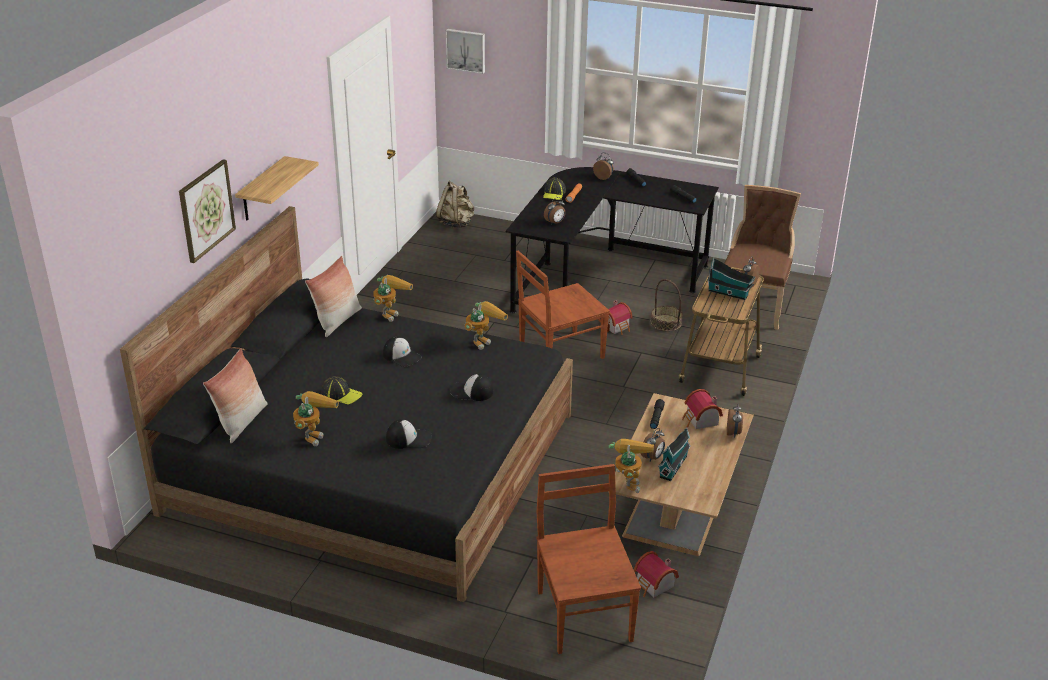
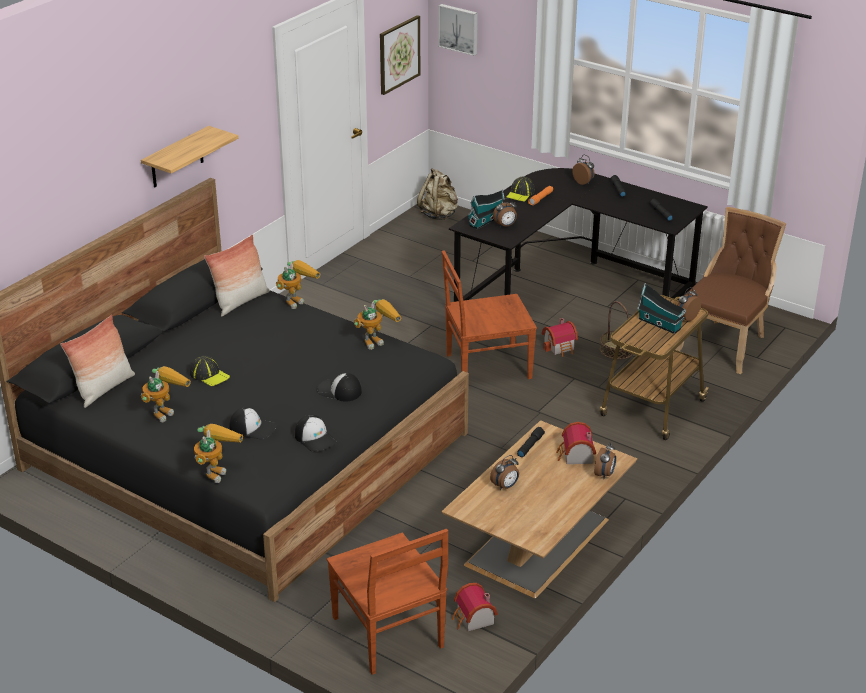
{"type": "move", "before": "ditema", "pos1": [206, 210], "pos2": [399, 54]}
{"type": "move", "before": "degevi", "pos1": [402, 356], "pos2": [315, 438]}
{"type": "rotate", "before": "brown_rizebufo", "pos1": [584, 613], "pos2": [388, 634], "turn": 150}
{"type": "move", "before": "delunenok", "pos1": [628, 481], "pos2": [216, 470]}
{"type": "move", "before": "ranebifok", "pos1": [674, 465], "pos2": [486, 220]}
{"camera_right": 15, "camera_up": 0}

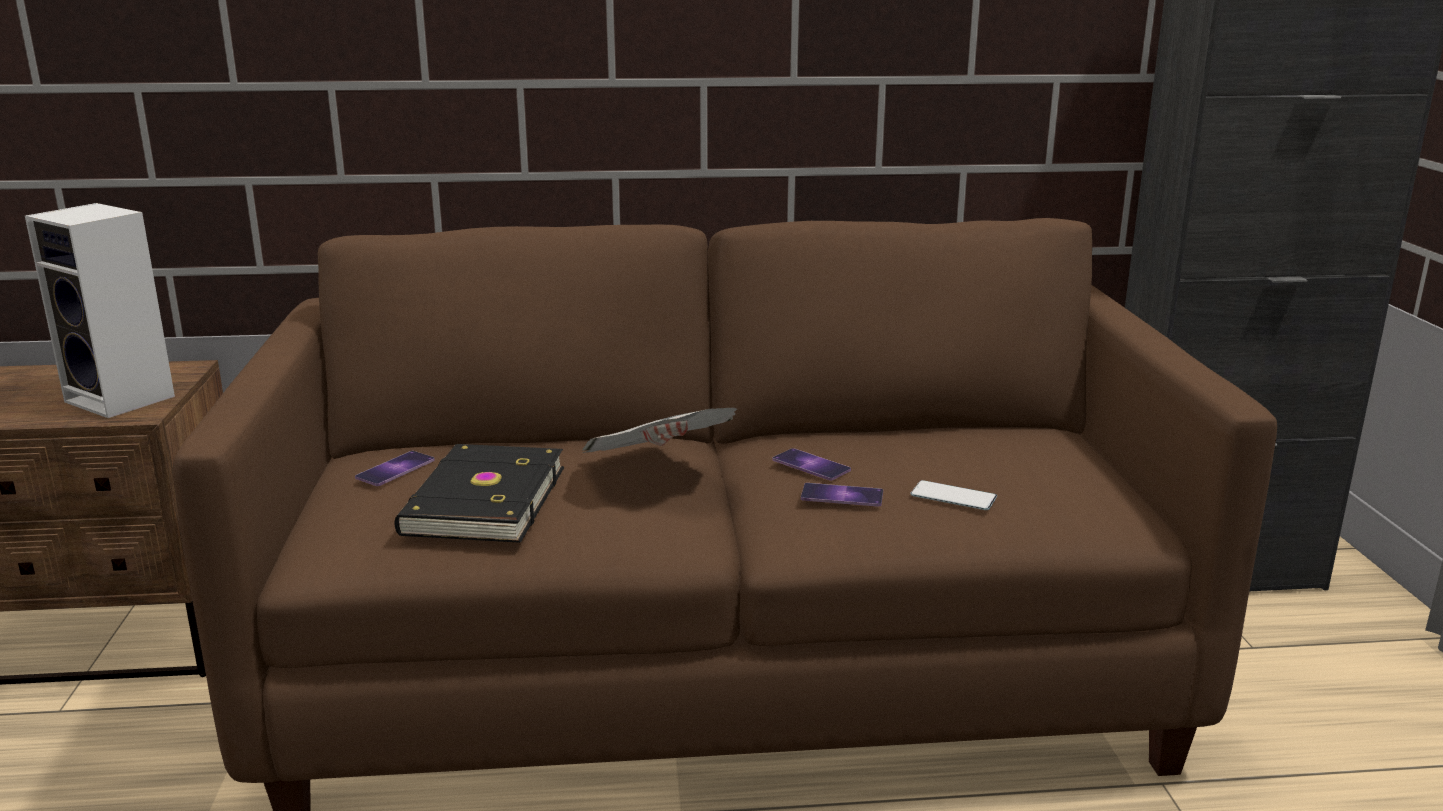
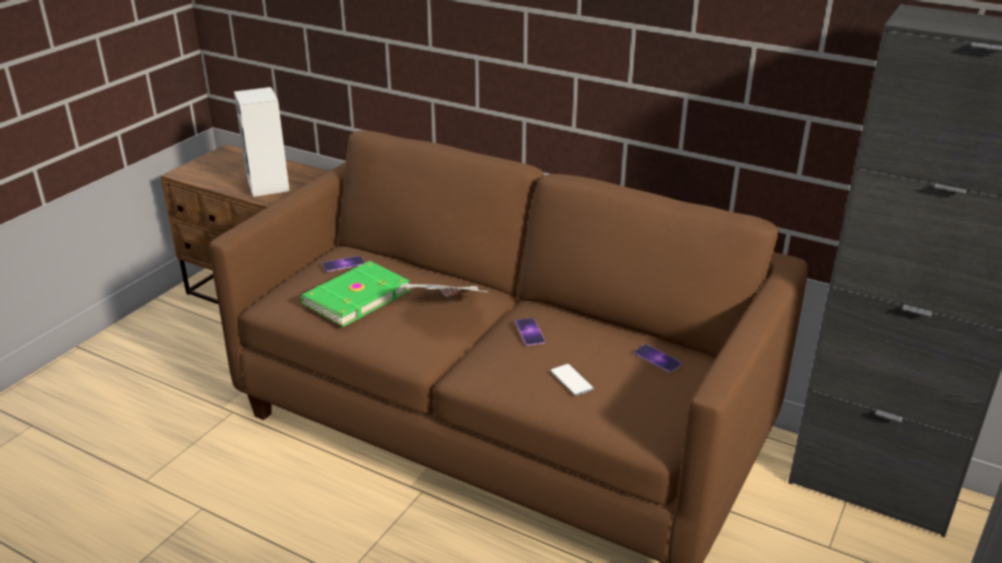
{"type": "recolor", "before": "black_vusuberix", "after": "green_vusuberix", "pos1": [481, 501], "pos2": [355, 297]}
{"type": "move", "before": "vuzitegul", "pos1": [842, 495], "pos2": [657, 358]}
{"camera_right": 35, "camera_up": 10}

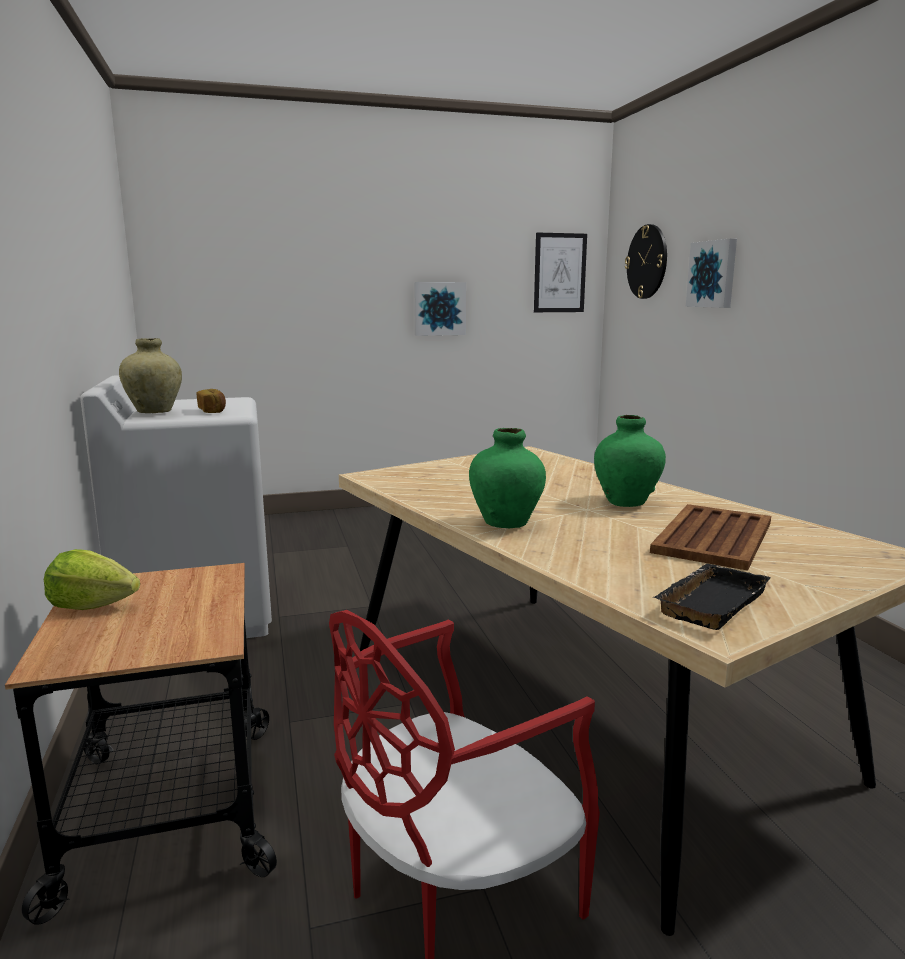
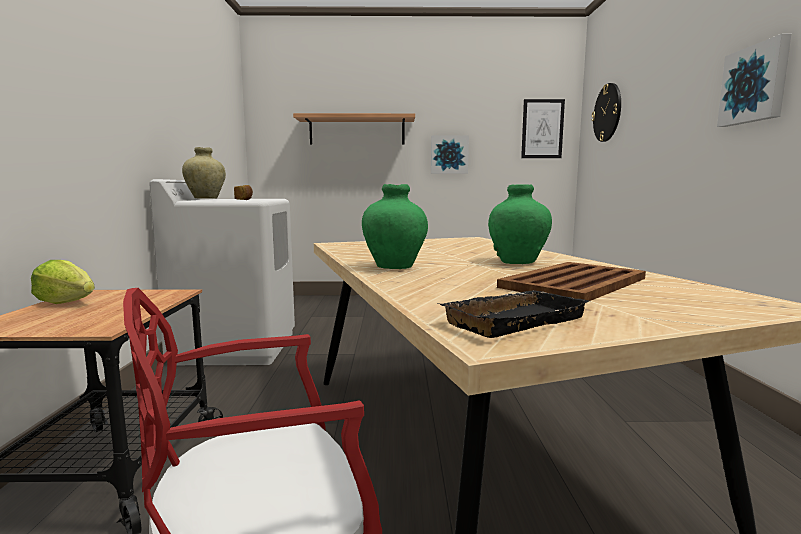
{"type": "move", "before": "ditema", "pos1": [713, 274], "pos2": [755, 84]}
{"type": "insert", "after": "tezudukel", "pos2": [357, 131]}
{"camera_right": 15, "camera_up": -5}

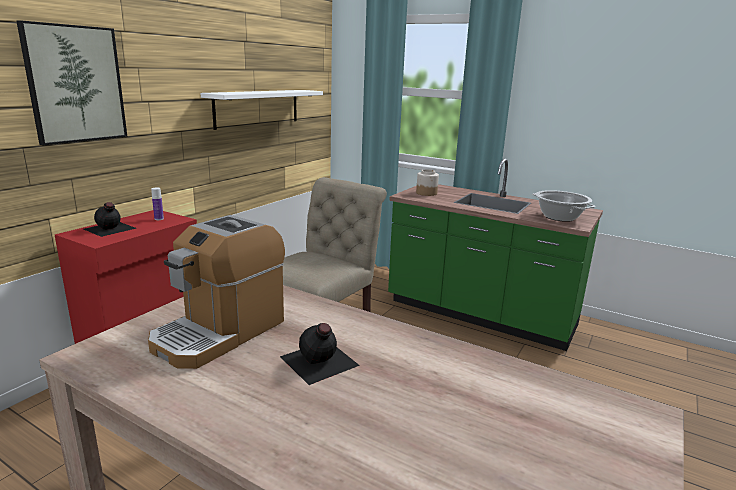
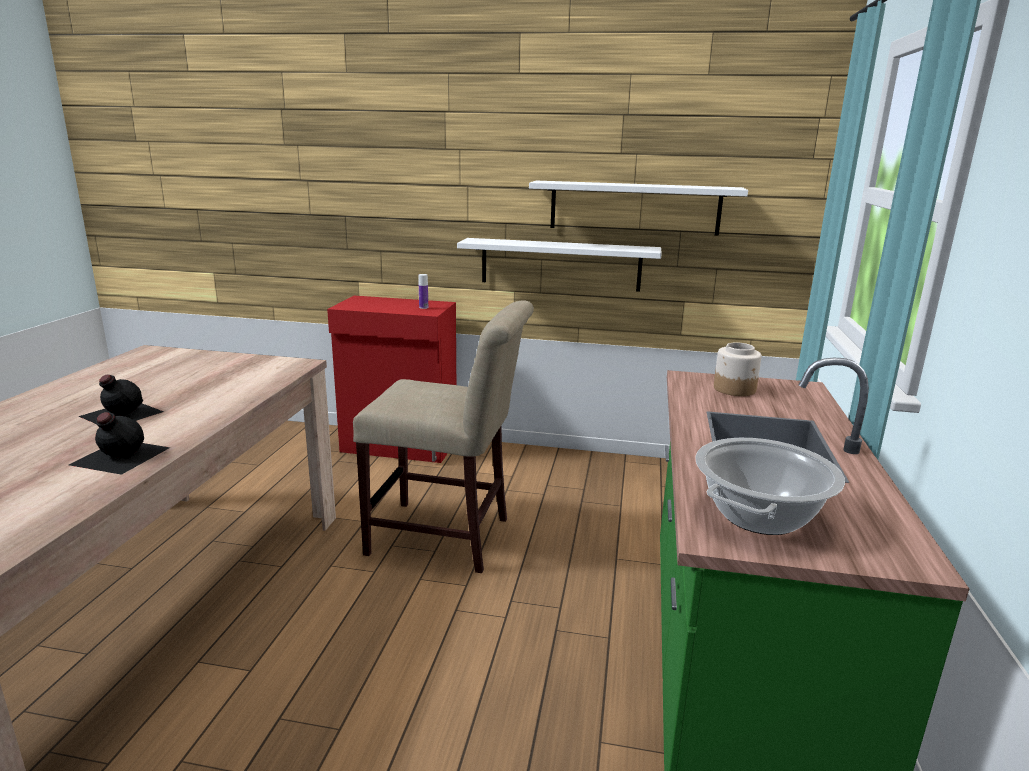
{"type": "delete", "before": "ditema", "pos1": [75, 84]}
{"type": "move", "before": "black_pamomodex", "pos1": [109, 228], "pos2": [118, 456]}
{"type": "delete", "before": "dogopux", "pos1": [220, 332]}
{"type": "insert", "after": "white_tezudukel", "pos2": [560, 264]}
{"camera_right": 70, "camera_up": 0}

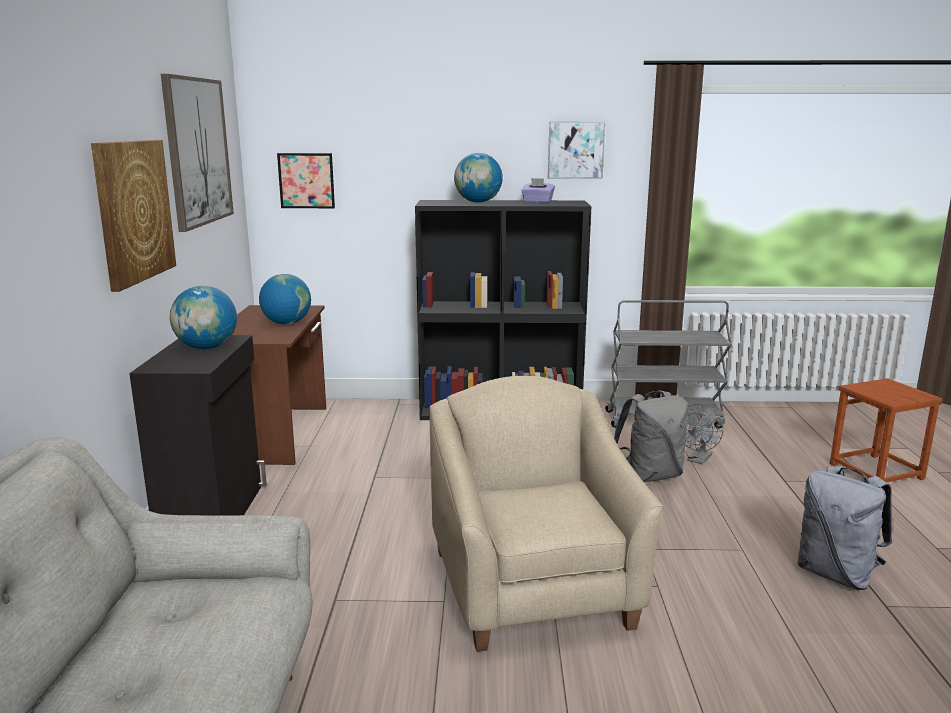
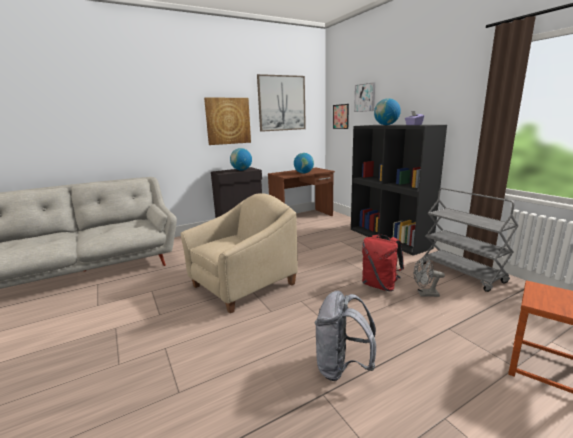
{"type": "move", "before": "ditema", "pos1": [575, 150], "pos2": [365, 97]}
{"type": "recolor", "before": "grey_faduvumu", "after": "red_faduvumu", "pos1": [650, 476], "pos2": [380, 285]}
{"camera_right": 60, "camera_up": 0}

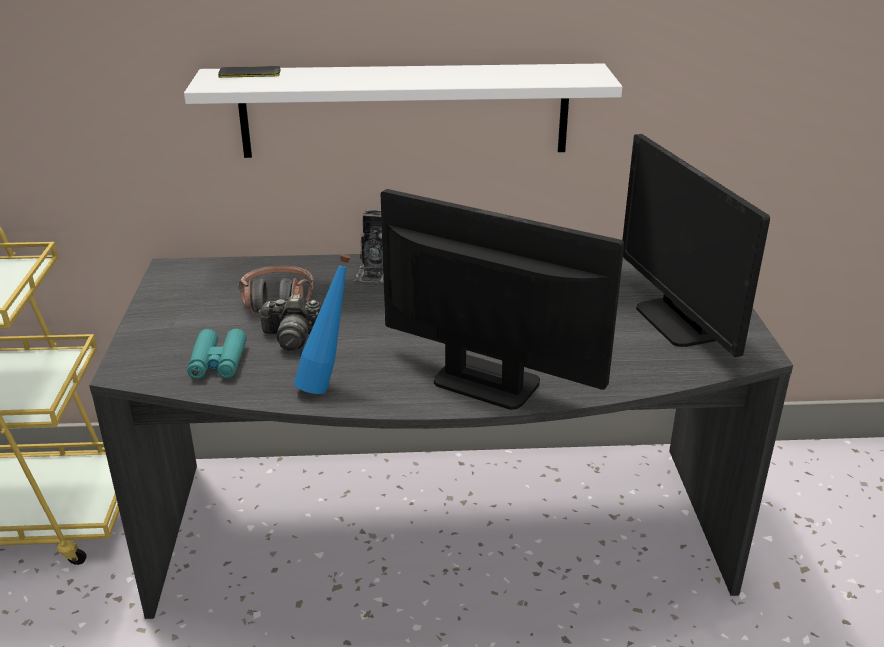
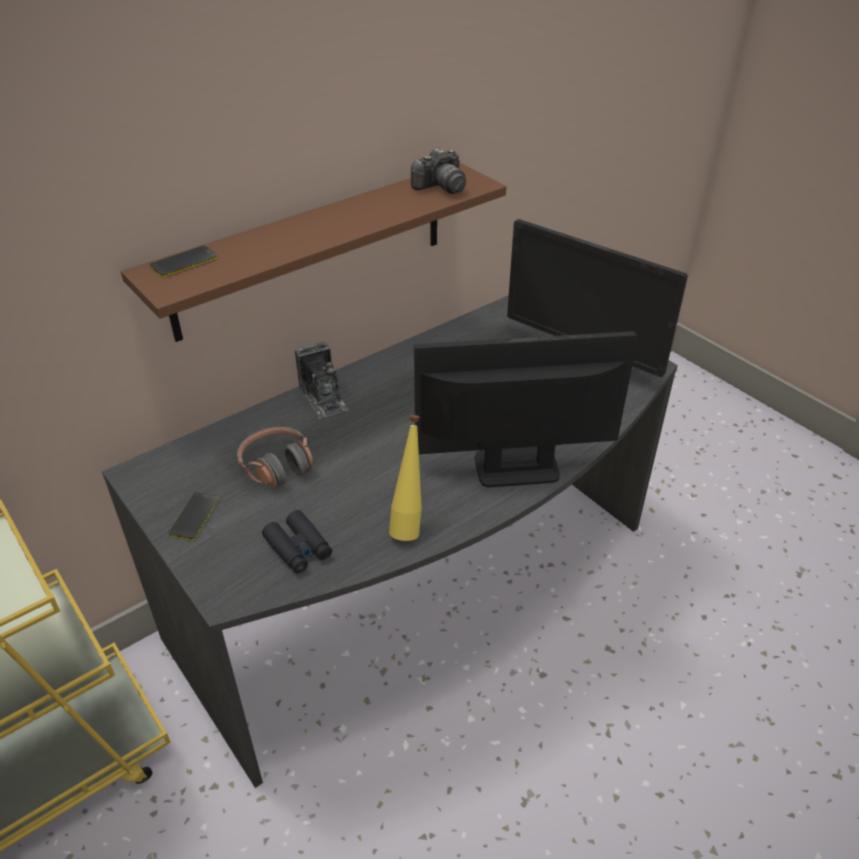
{"type": "recolor", "before": "white_tezudukel", "after": "brown_tezudukel", "pos1": [405, 111], "pos2": [312, 250]}
{"type": "recolor", "before": "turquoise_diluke", "after": "black_diluke", "pos1": [218, 362], "pos2": [298, 548]}
{"type": "move", "before": "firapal", "pos1": [292, 337], "pos2": [441, 187]}
{"type": "recolor", "before": "blue_pamomodex", "after": "yellow_pamomodex", "pos1": [327, 384], "pos2": [409, 524]}
{"type": "insert", "after": "vuzitegul", "pos2": [194, 516]}
{"camera_right": -35, "camera_up": 10}

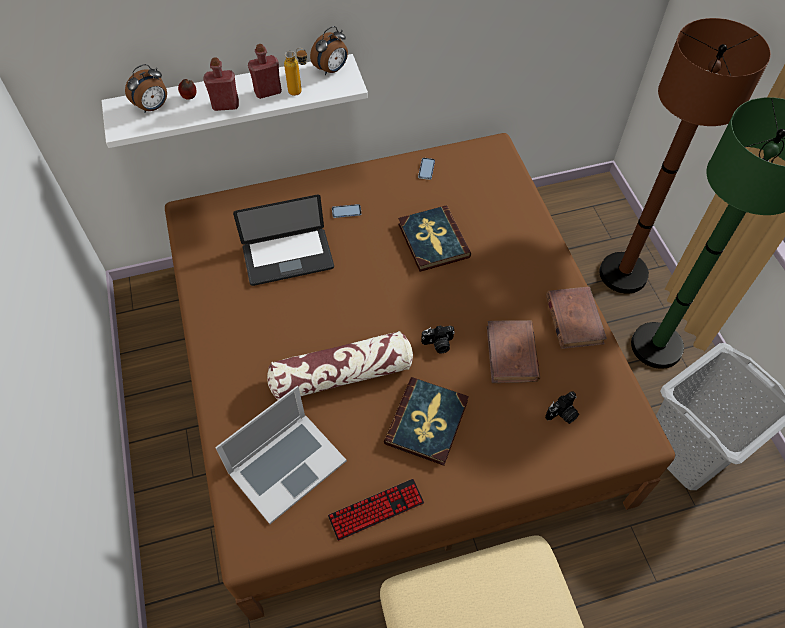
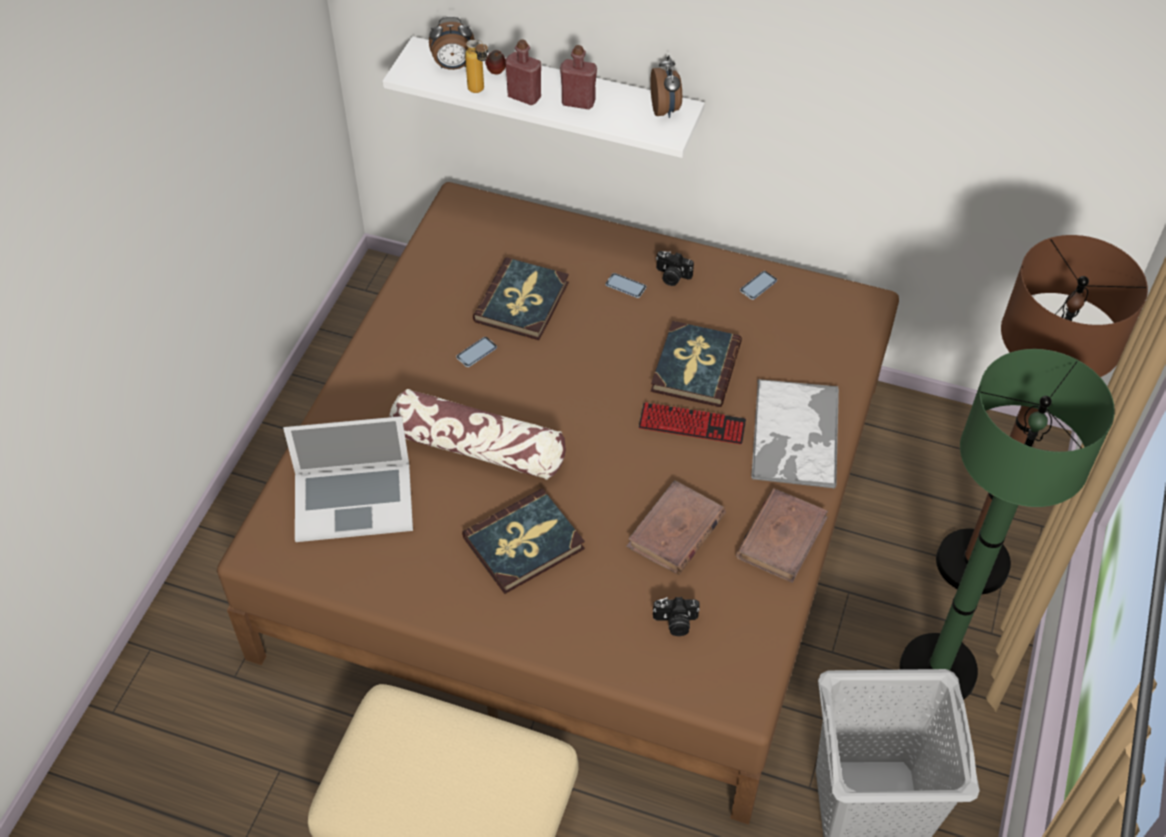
{"type": "replace", "before": "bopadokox", "after": "vusuberix", "pos1": [288, 257], "pos2": [522, 302]}
{"type": "move", "before": "pamomodex", "pos1": [300, 93], "pos2": [479, 92]}
{"type": "rotate", "before": "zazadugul", "pos1": [332, 70], "pos2": [665, 109], "turn": -90}
{"type": "move", "before": "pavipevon", "pos1": [376, 509], "pos2": [692, 425]}
{"type": "move", "before": "firapal", "pos1": [438, 344], "pos2": [672, 276]}
{"type": "insert", "after": "vuzitegul", "pos2": [476, 353]}
{"type": "insert", "after": "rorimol", "pos2": [795, 435]}
{"camera_right": 35, "camera_up": -5}

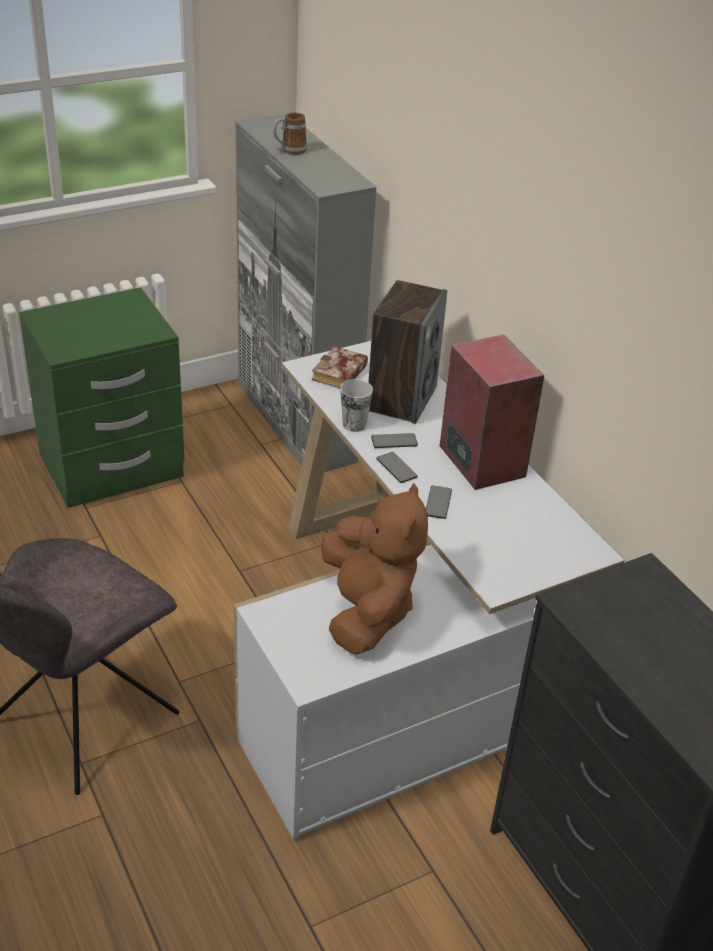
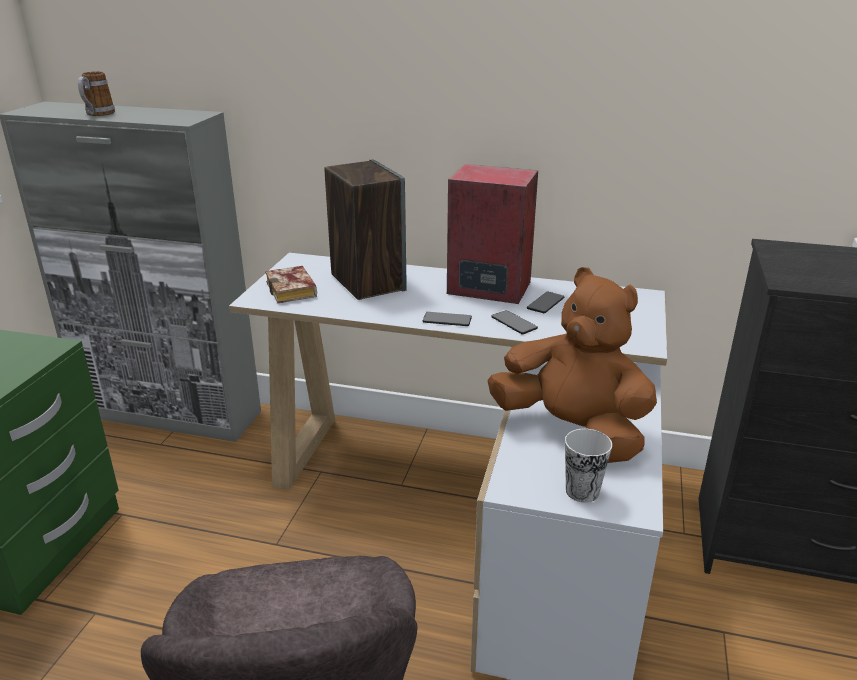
{"type": "move", "before": "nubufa", "pos1": [354, 424], "pos2": [582, 491]}
{"type": "move", "before": "vuzitegul", "pos1": [394, 441], "pos2": [545, 303]}
{"camera_right": -45, "camera_up": -10}

